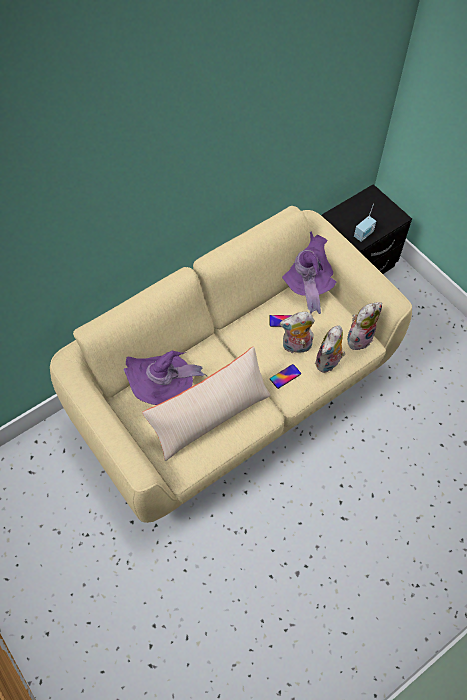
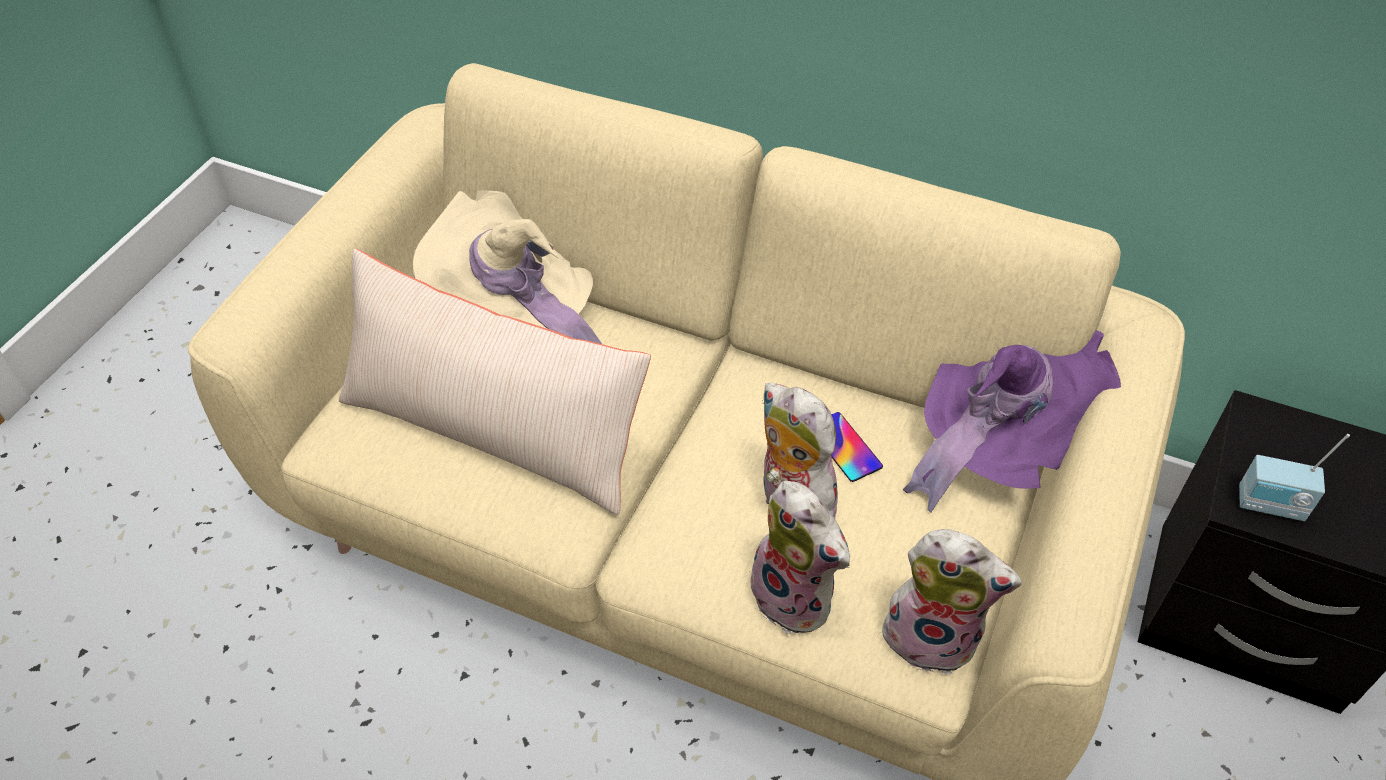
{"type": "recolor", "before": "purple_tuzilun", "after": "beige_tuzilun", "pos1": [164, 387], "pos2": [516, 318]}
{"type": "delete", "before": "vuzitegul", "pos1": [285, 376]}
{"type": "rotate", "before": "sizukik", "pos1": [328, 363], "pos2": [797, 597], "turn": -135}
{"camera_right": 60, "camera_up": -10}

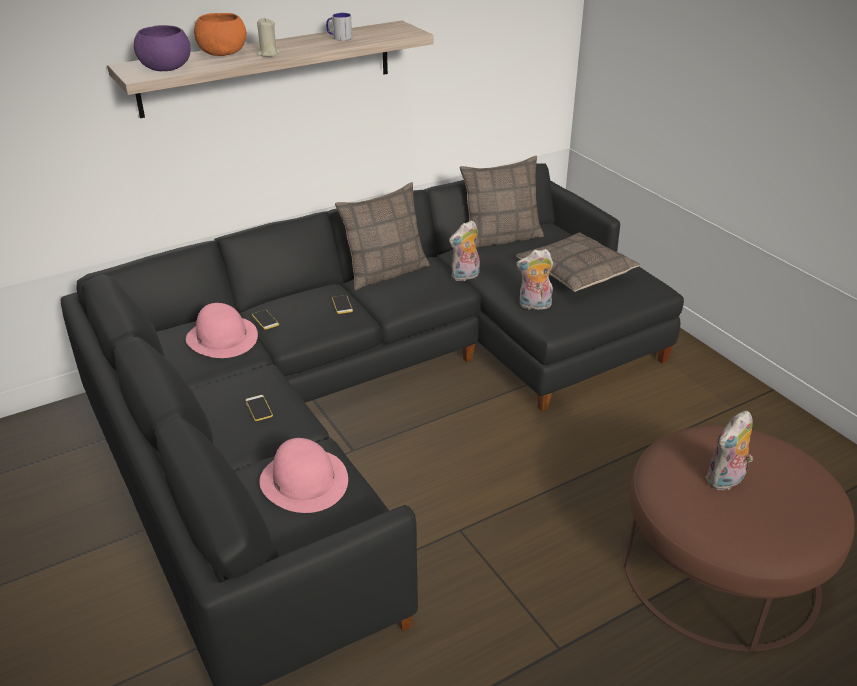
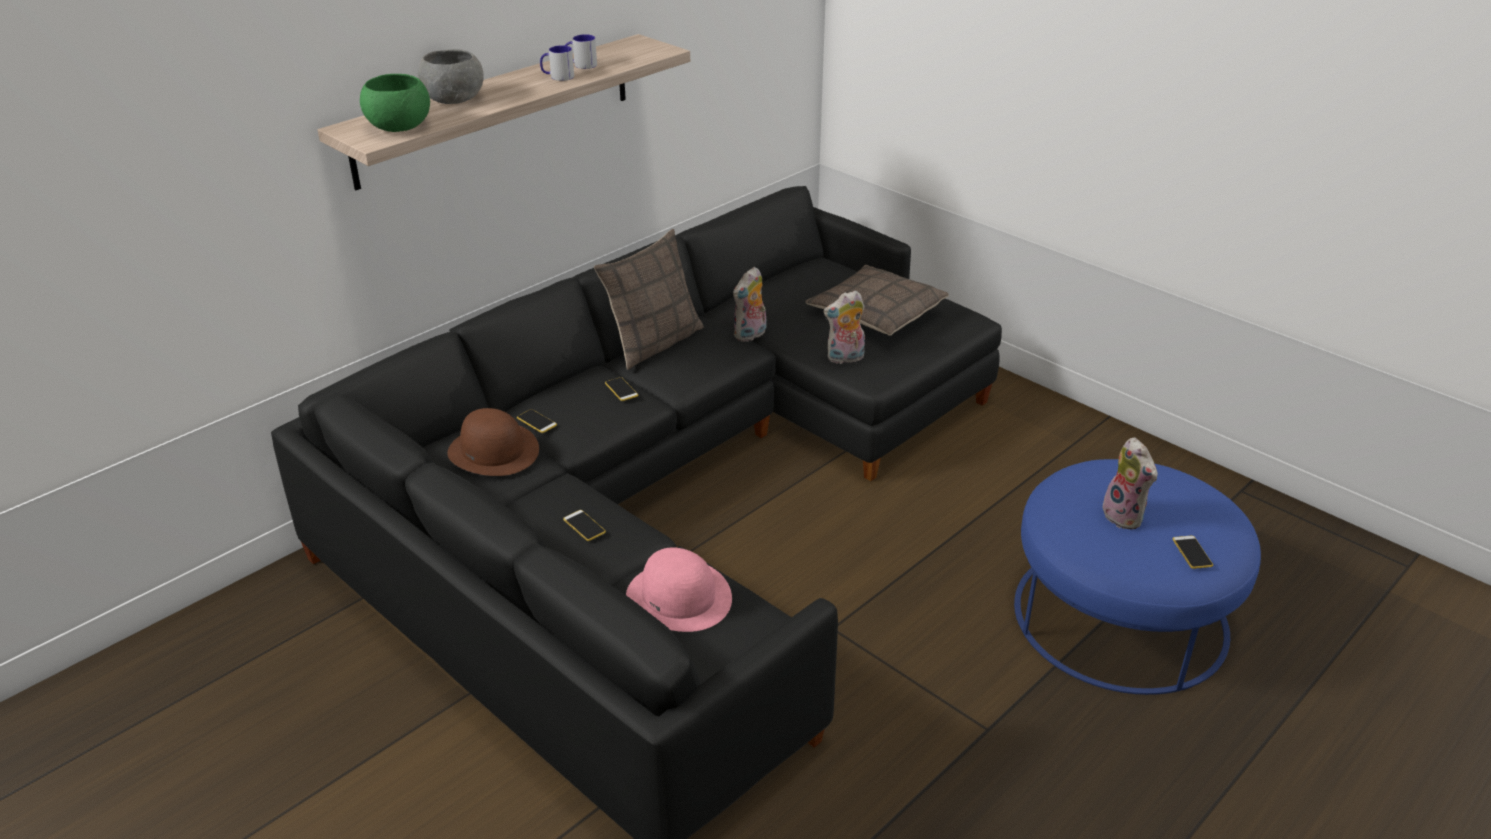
{"type": "recolor", "before": "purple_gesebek", "after": "green_gesebek", "pos1": [165, 68], "pos2": [398, 127]}
{"type": "recolor", "before": "pink_tuzilun", "after": "brown_tuzilun", "pos1": [222, 338], "pos2": [494, 451]}
{"type": "recolor", "before": "orange_gesebek", "after": "grey_gesebek", "pos1": [223, 54], "pos2": [454, 100]}
{"type": "delete", "before": "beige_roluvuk", "pos1": [268, 54]}
{"type": "delete", "before": "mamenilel", "pos1": [501, 238]}
{"type": "recolor", "before": "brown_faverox", "after": "blue_faverox", "pos1": [719, 570], "pos2": [1120, 617]}
{"type": "rotate", "before": "sizukik", "pos1": [726, 481], "pos2": [1126, 516], "turn": -60}
{"type": "insert", "after": "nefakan", "pos2": [557, 77]}
{"type": "insert", "after": "vuzitegul", "pos2": [1192, 552]}
{"camera_right": -15, "camera_up": 0}

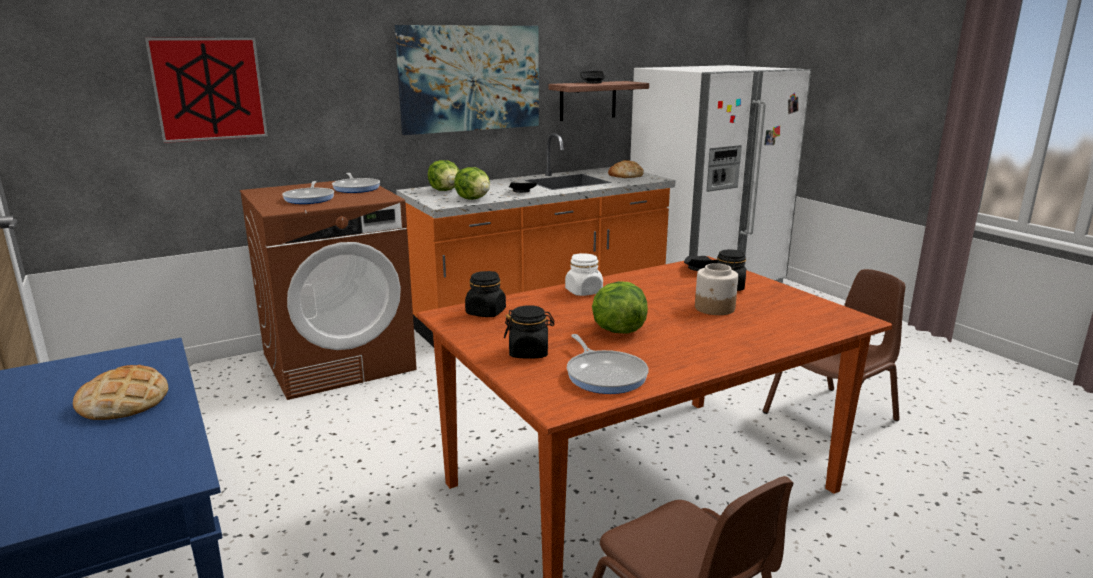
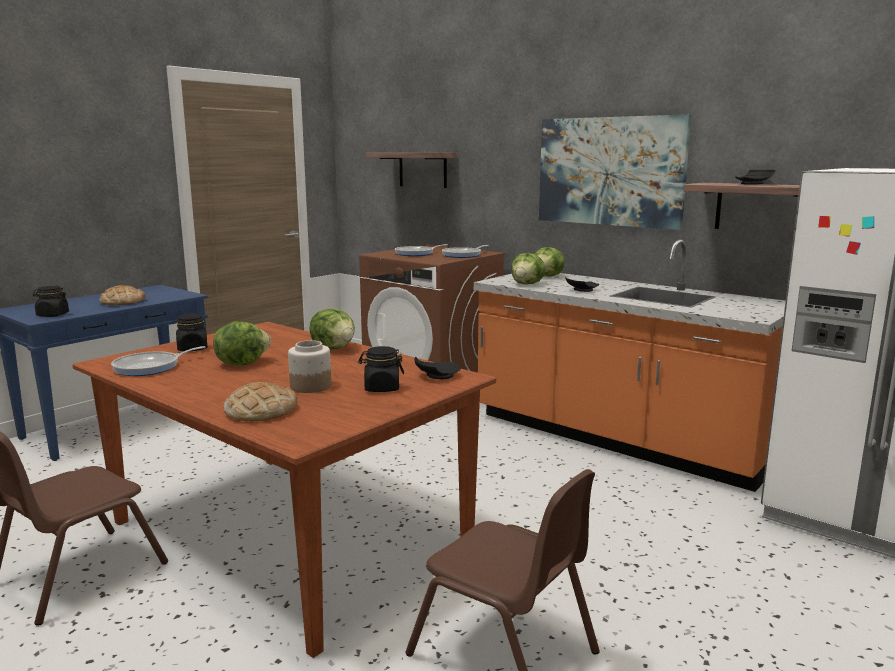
{"type": "replace", "before": "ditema", "after": "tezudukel", "pos1": [209, 89], "pos2": [423, 169]}
{"type": "move", "before": "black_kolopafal", "pos1": [485, 312], "pos2": [52, 315]}
{"type": "replace", "before": "white_kolopafal", "after": "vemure", "pos1": [584, 292], "pos2": [334, 348]}
{"type": "move", "before": "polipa", "pos1": [625, 175], "pos2": [261, 411]}
{"camera_right": 70, "camera_up": -5}

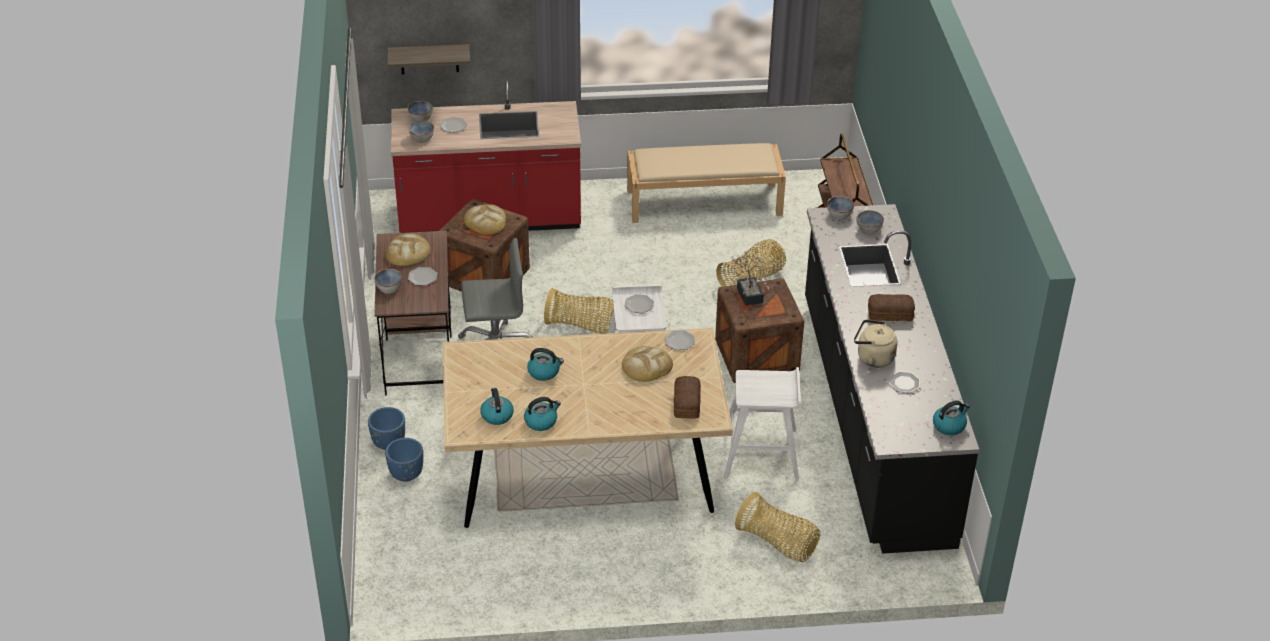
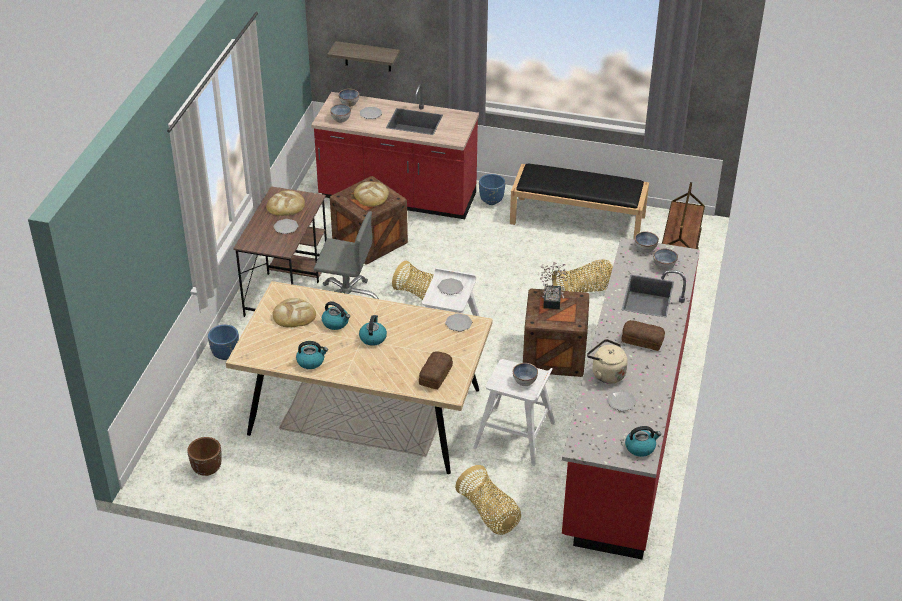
{"type": "move", "before": "gesebek", "pos1": [389, 288], "pos2": [524, 381]}
{"type": "move", "before": "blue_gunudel", "pos1": [406, 474], "pos2": [491, 201]}
{"type": "move", "before": "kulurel", "pos1": [497, 415], "pos2": [373, 338]}
{"type": "move", "before": "polipa", "pos1": [646, 366], "pos2": [294, 315]}
{"type": "recolor", "before": "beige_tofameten", "after": "black_tofameten", "pos1": [705, 202], "pos2": [578, 219]}
{"type": "recolor", "before": "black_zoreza", "after": "red_zoreza", "pos1": [873, 418], "pos2": [626, 430]}
{"type": "insert", "after": "brown_gunudel", "pos2": [207, 469]}
{"camera_right": 20, "camera_up": 0}

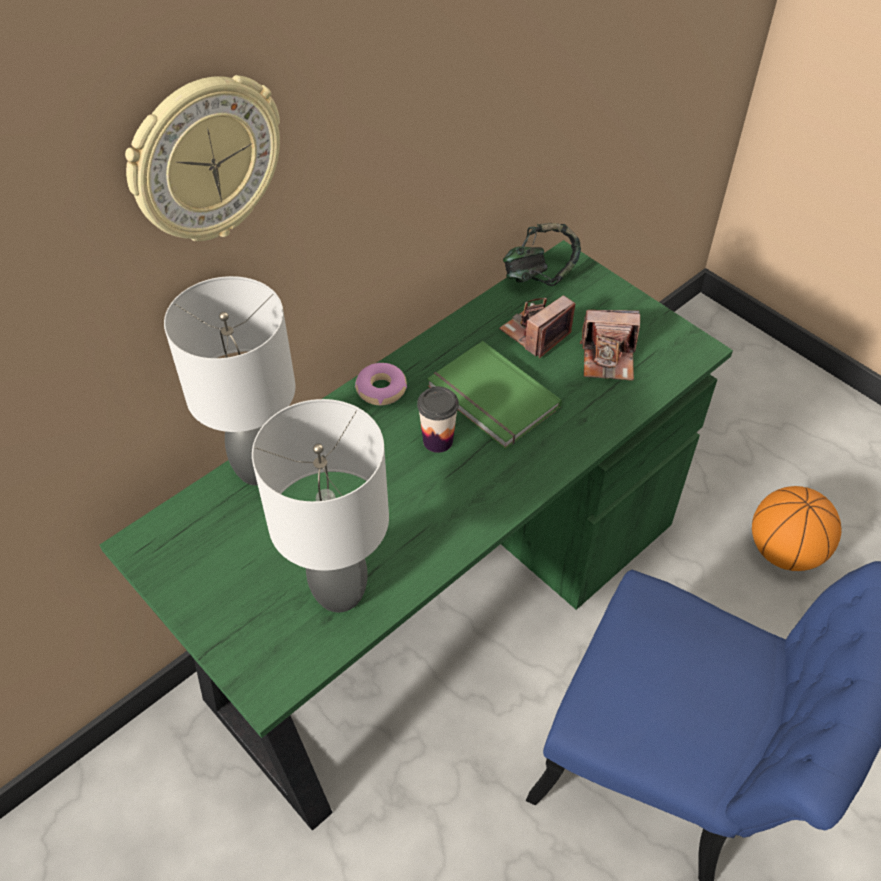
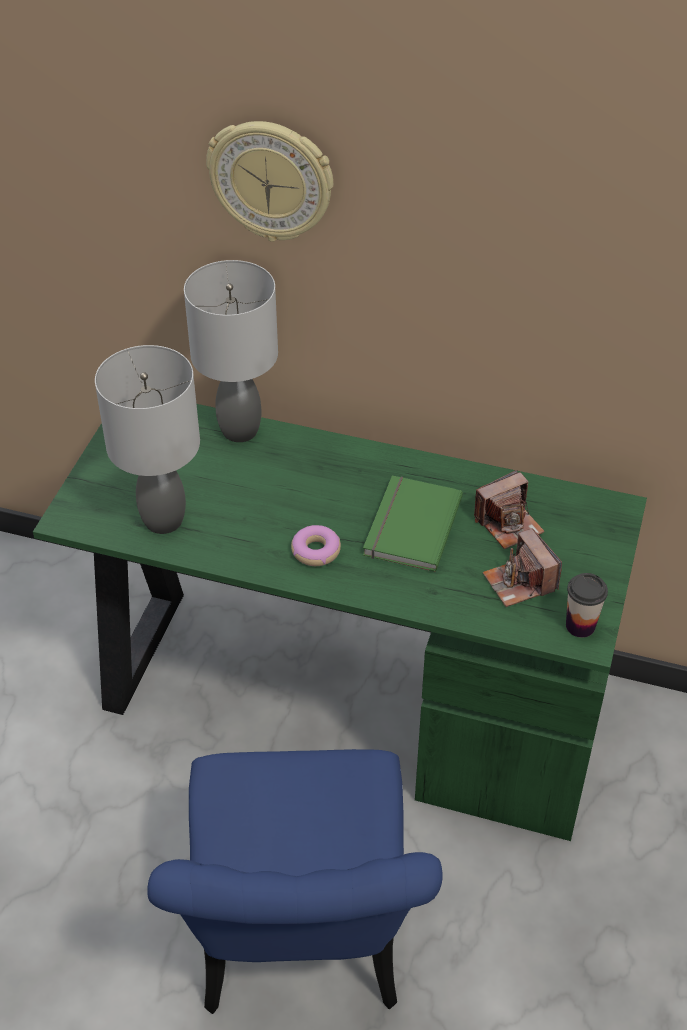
{"type": "move", "before": "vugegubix", "pos1": [381, 389], "pos2": [315, 551]}
{"type": "move", "before": "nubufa", "pos1": [438, 441], "pos2": [580, 626]}
{"type": "rotate", "before": "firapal", "pos1": [535, 333], "pos2": [508, 524], "turn": 135}
{"type": "delete", "before": "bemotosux", "pos1": [539, 275]}
{"type": "delete", "before": "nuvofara", "pos1": [785, 551]}
{"camera_right": 60, "camera_up": -5}

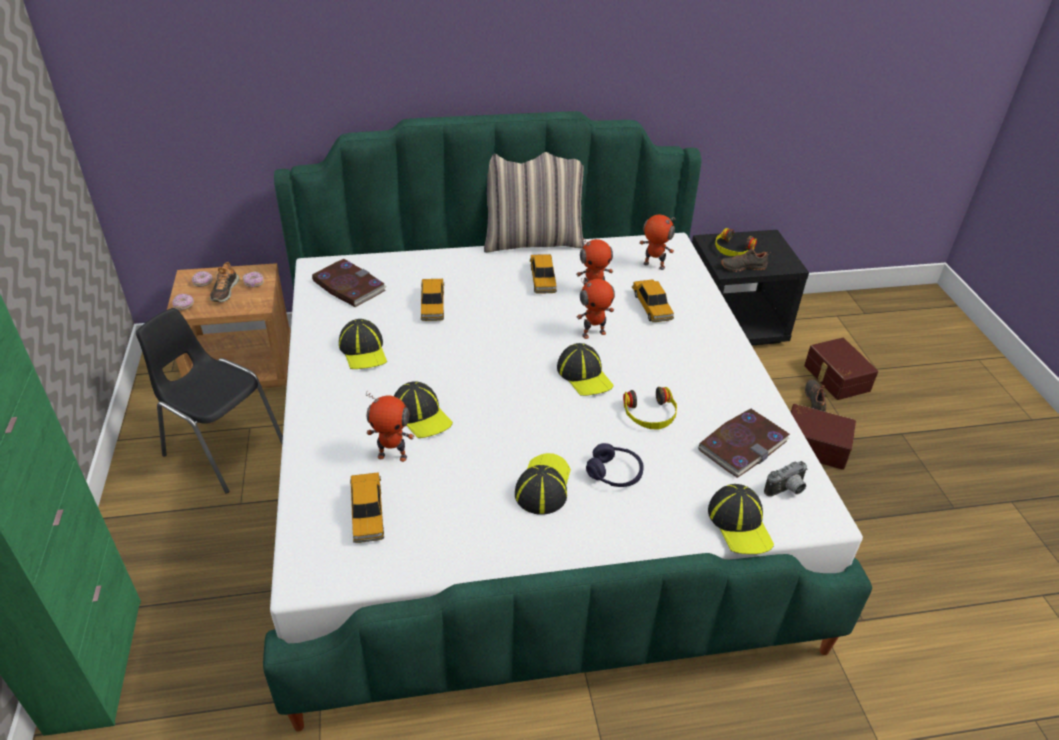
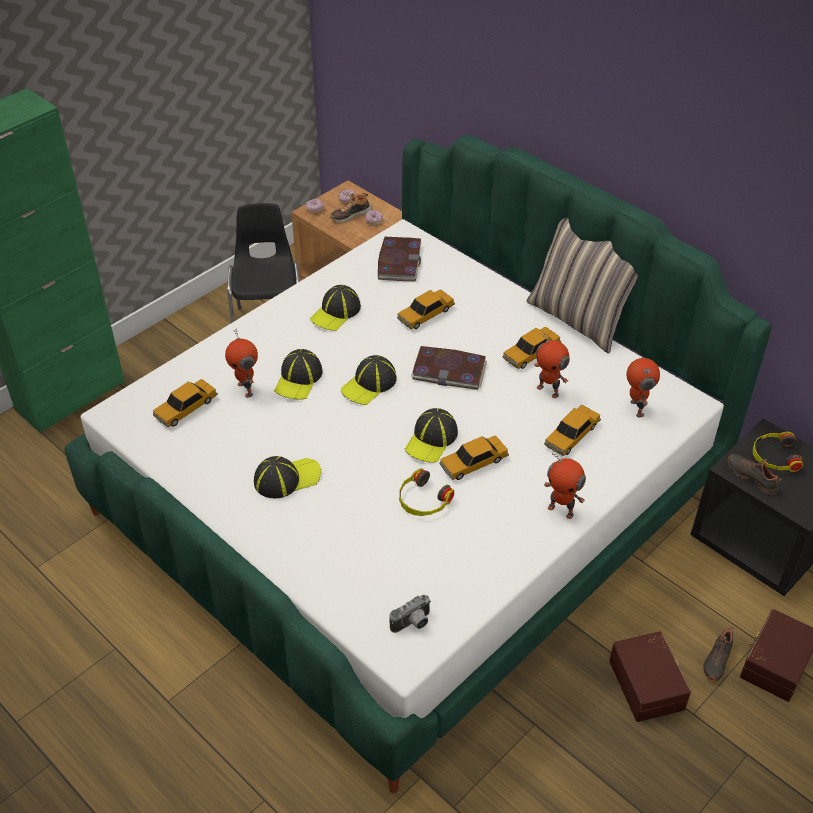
{"type": "move", "before": "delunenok", "pos1": [593, 333], "pos2": [561, 510]}
{"type": "delete", "before": "purple_bemotosux", "pos1": [614, 473]}
{"type": "move", "before": "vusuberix", "pos1": [742, 445], "pos2": [449, 370]}
{"type": "move", "before": "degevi", "pos1": [740, 524], "pos2": [369, 384]}
{"type": "rotate", "before": "firapal", "pos1": [787, 490], "pos2": [413, 624], "turn": -60}
{"type": "rotate", "before": "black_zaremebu", "pos1": [815, 401], "pos2": [716, 659], "turn": 150}
{"type": "insert", "after": "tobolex", "pos2": [473, 463]}
{"camera_right": 55, "camera_up": 5}

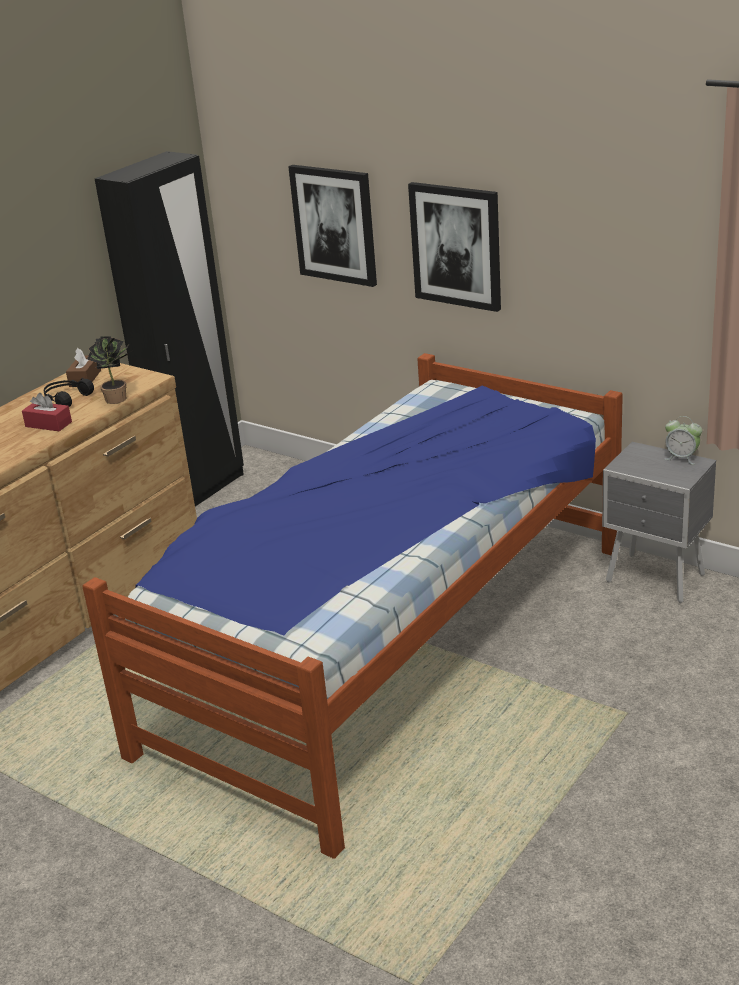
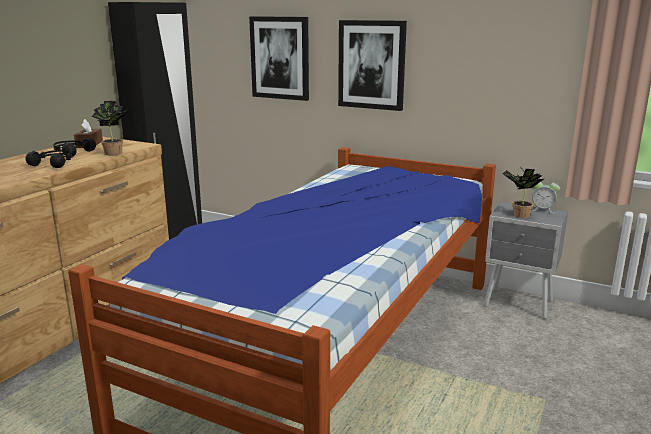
{"type": "replace", "before": "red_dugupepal", "after": "black_bemotosux", "pos1": [48, 424], "pos2": [54, 164]}
{"type": "insert", "after": "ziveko", "pos2": [518, 215]}
{"camera_right": -10, "camera_up": -10}

